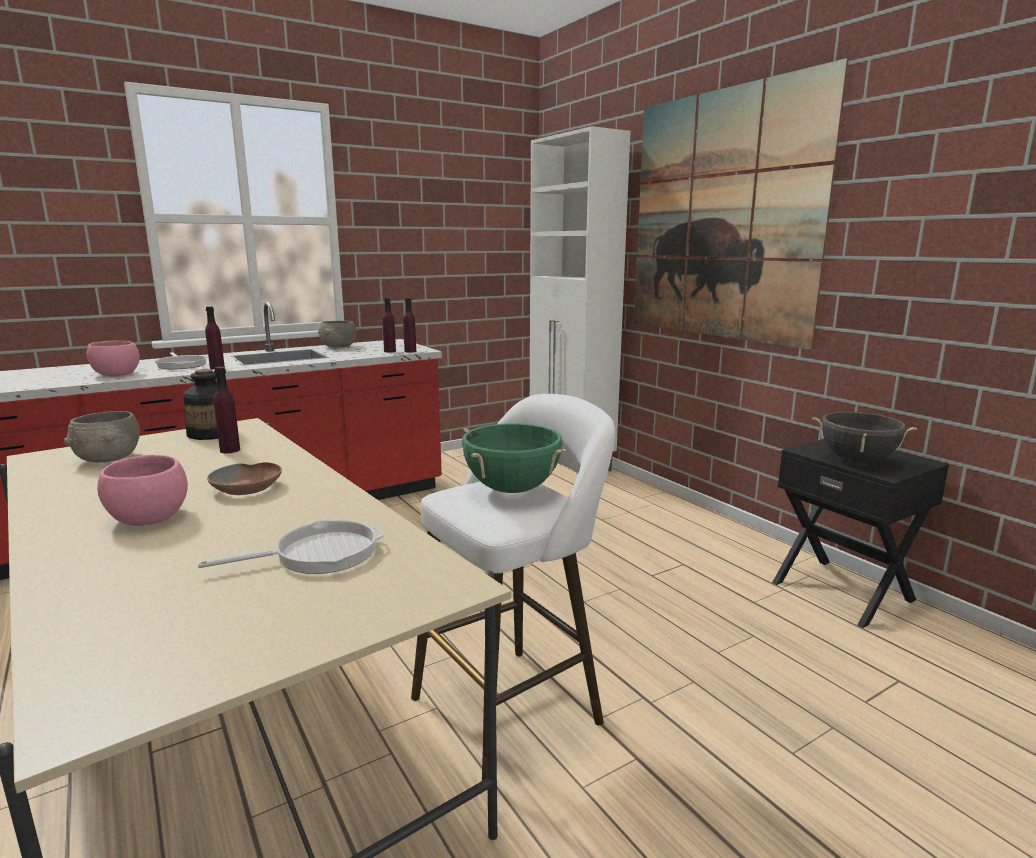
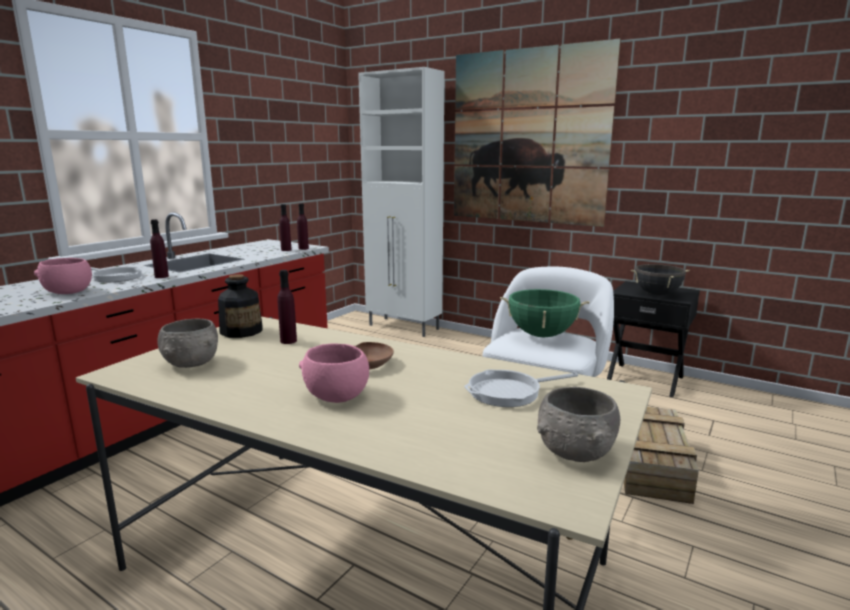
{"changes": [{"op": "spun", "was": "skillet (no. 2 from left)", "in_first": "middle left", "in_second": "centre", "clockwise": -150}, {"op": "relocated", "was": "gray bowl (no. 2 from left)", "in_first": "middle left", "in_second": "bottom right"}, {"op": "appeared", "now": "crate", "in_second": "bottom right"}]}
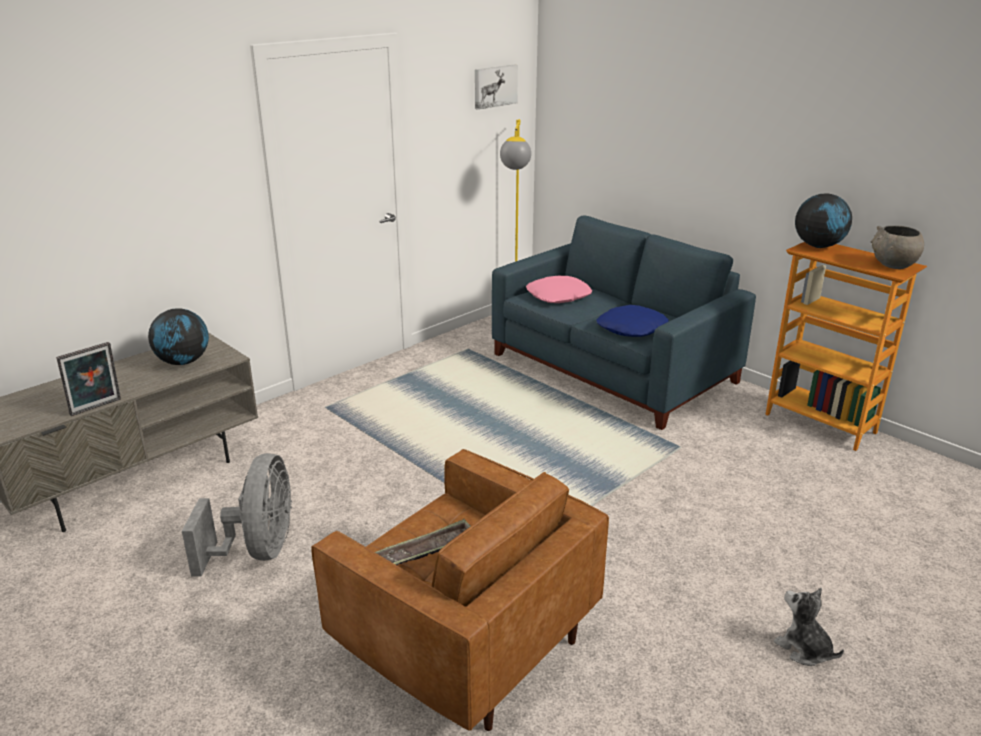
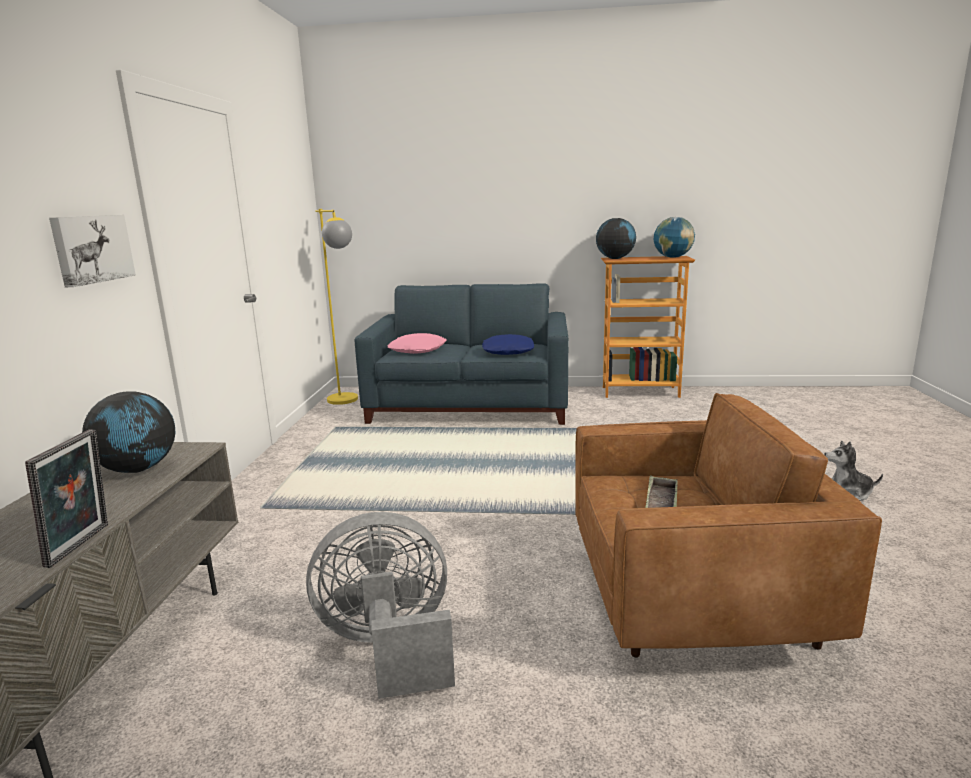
{"changes": [{"op": "spun", "was": "gray fan", "in_first": "bottom left", "in_second": "bottom centre", "clockwise": -60}, {"op": "relocated", "was": "wall picture", "in_first": "top centre", "in_second": "top left"}, {"op": "exchanged", "was": "gray bowl", "now": "globe (no. 3 from left)", "in_first": "middle right", "in_second": "top right"}]}
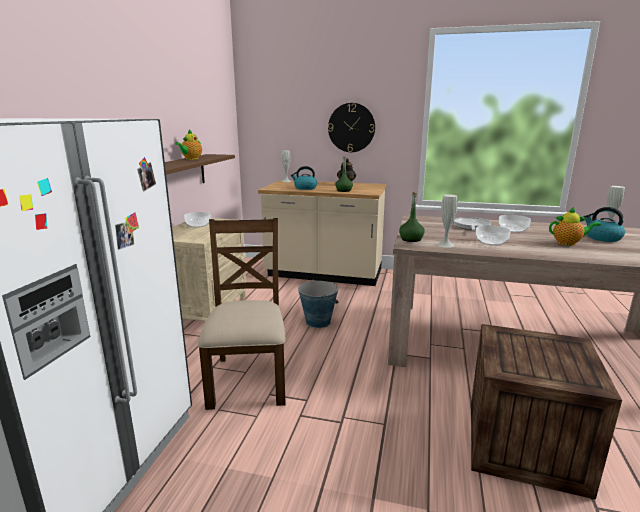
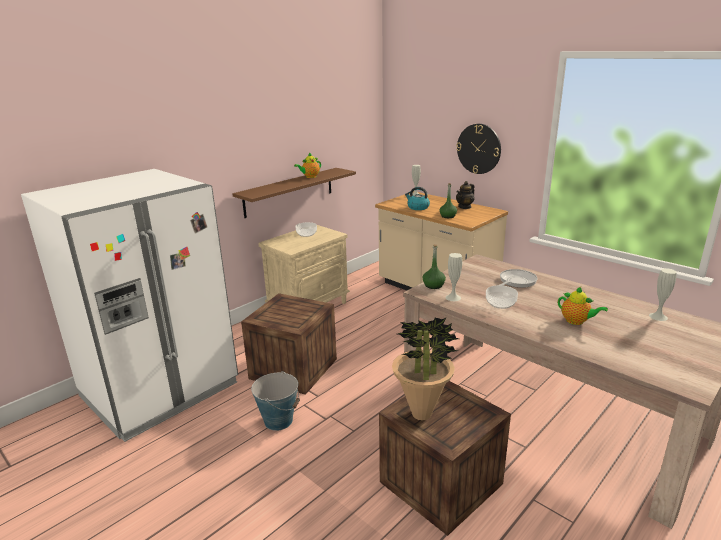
{"changes": [{"op": "exchanged", "was": "brownish upright chair", "now": "crate (no. 1 from left)", "in_first": "centre", "in_second": "centre"}, {"op": "relocated", "was": "water bucket", "in_first": "centre", "in_second": "bottom centre"}, {"op": "missing", "was": "bowl (no. 3 from left)", "in_first": "middle right"}, {"op": "missing", "was": "tea kettle (no. 2 from left)", "in_first": "middle right"}, {"op": "appeared", "now": "plant in a pot", "in_second": "bottom centre"}]}
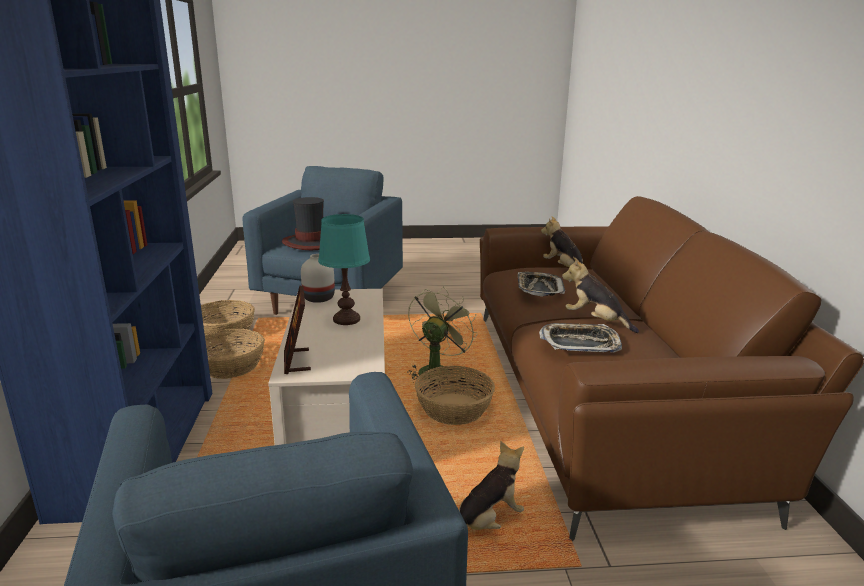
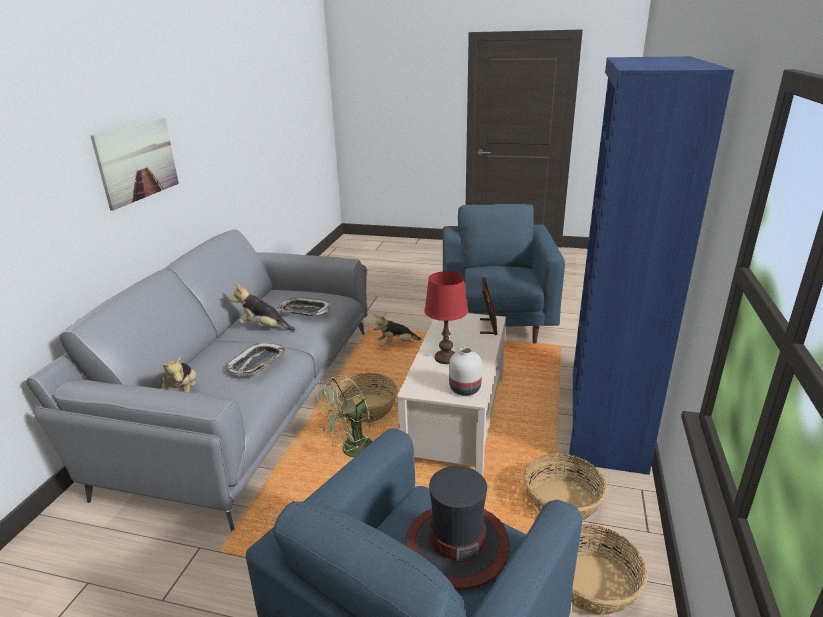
{"changes": [{"op": "colour", "was": "turquoise-coloured tabletop lamp", "now": "red tabletop lamp", "in_first": "centre", "in_second": "centre"}, {"op": "colour", "was": "brownish couch", "now": "gray couch", "in_first": "middle right", "in_second": "middle left"}, {"op": "spun", "was": "soft toy (no. 3 from left in the first image)", "in_first": "middle right", "in_second": "middle left", "clockwise": 135}, {"op": "appeared", "now": "wall picture", "in_second": "top left"}]}
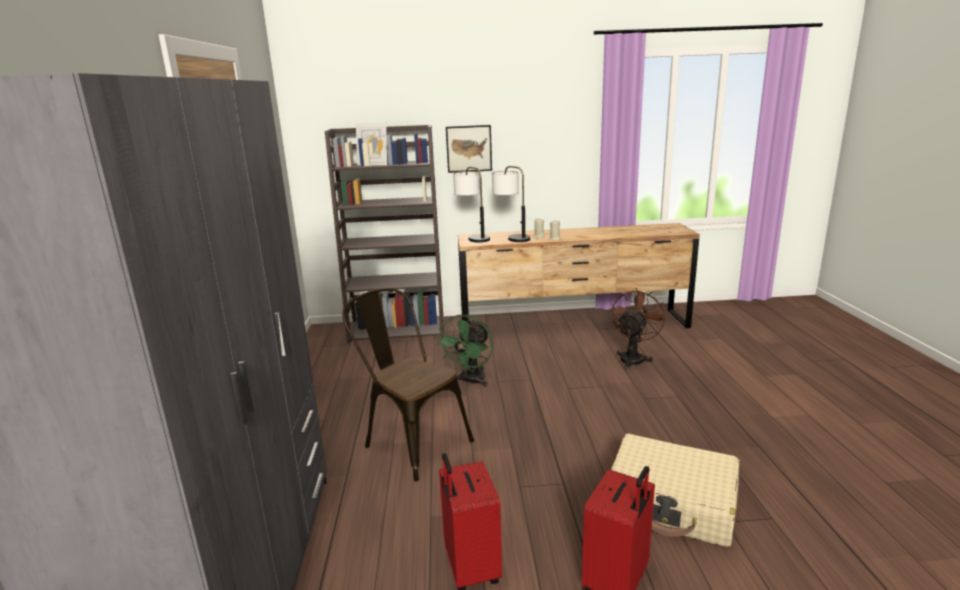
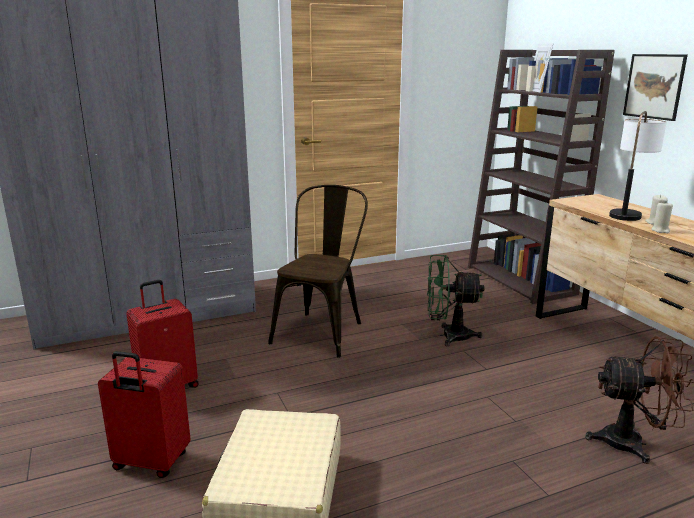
{"changes": [{"op": "missing", "was": "tabletop lamp (no. 1 from left)", "in_first": "centre"}]}
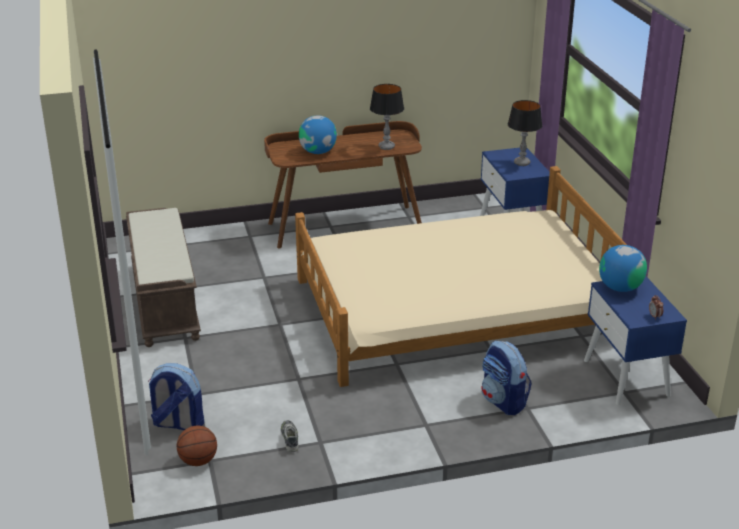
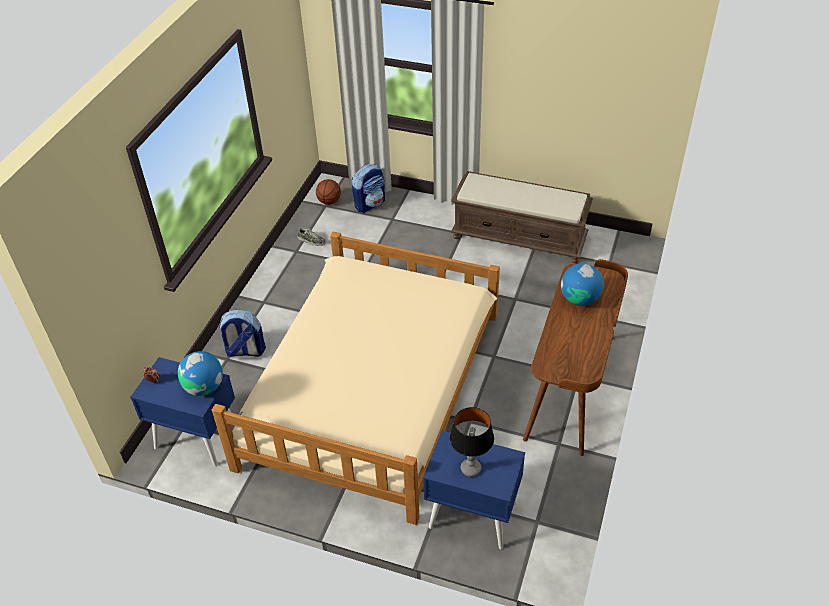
{"changes": [{"op": "missing", "was": "tabletop lamp (no. 1 from left)", "in_first": "top centre"}]}
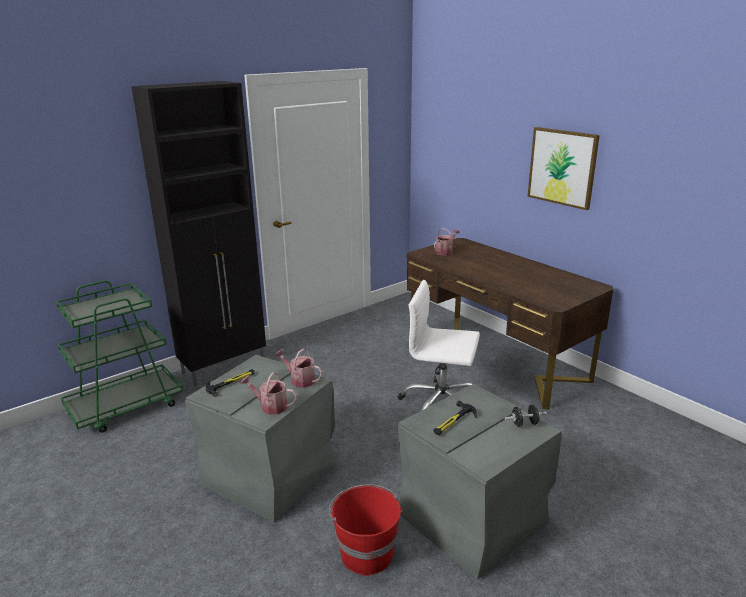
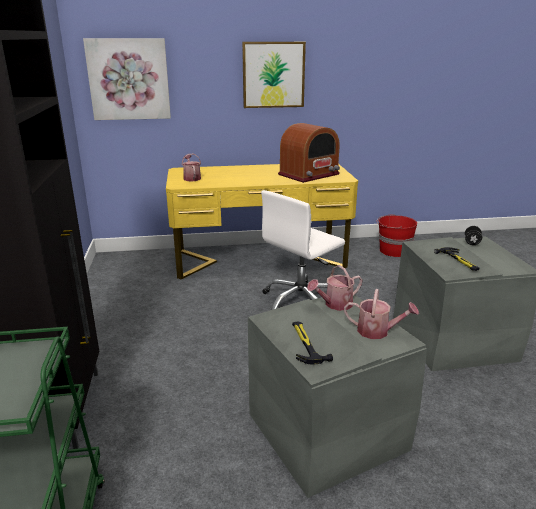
{"changes": [{"op": "spun", "was": "watering pot (no. 1 from left in the first image)", "in_first": "centre", "in_second": "middle right", "clockwise": -120}, {"op": "relocated", "was": "red water bucket", "in_first": "bottom centre", "in_second": "middle right"}, {"op": "colour", "was": "brownish desk table", "now": "yellow desk table", "in_first": "middle right", "in_second": "centre"}, {"op": "appeared", "now": "wall picture (no. 1 from left)", "in_second": "top left"}, {"op": "appeared", "now": "radio", "in_second": "top centre"}]}
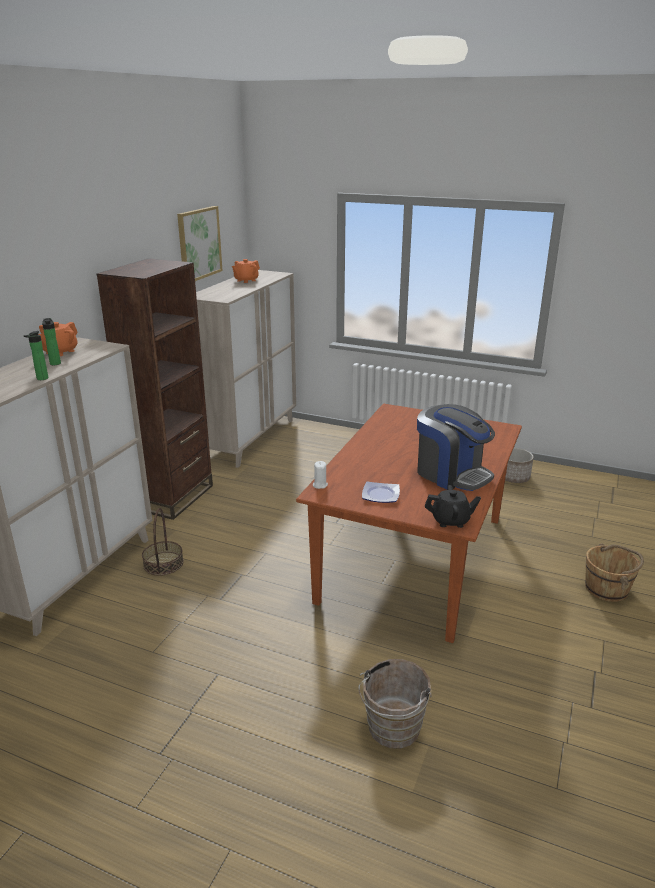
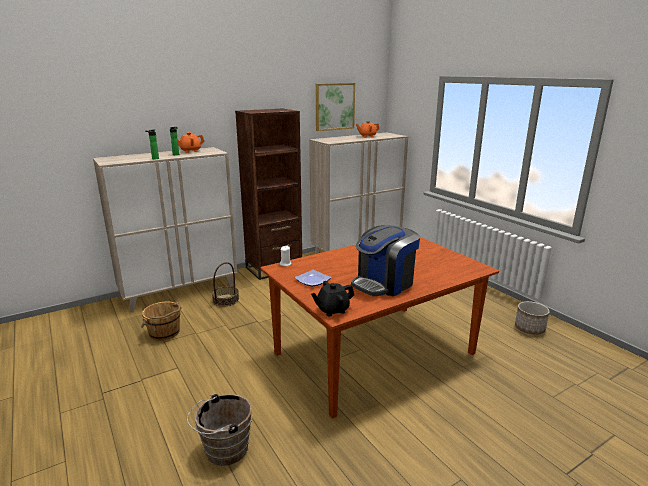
{"changes": [{"op": "spun", "was": "coffee machine", "in_first": "middle right", "in_second": "centre", "clockwise": 60}, {"op": "spun", "was": "black tea pot", "in_first": "middle right", "in_second": "centre", "clockwise": 120}, {"op": "relocated", "was": "brownish water bucket (no. 2 from left in the first image)", "now": "brownish water bucket (no. 1 from left)", "in_first": "middle right", "in_second": "middle left"}]}
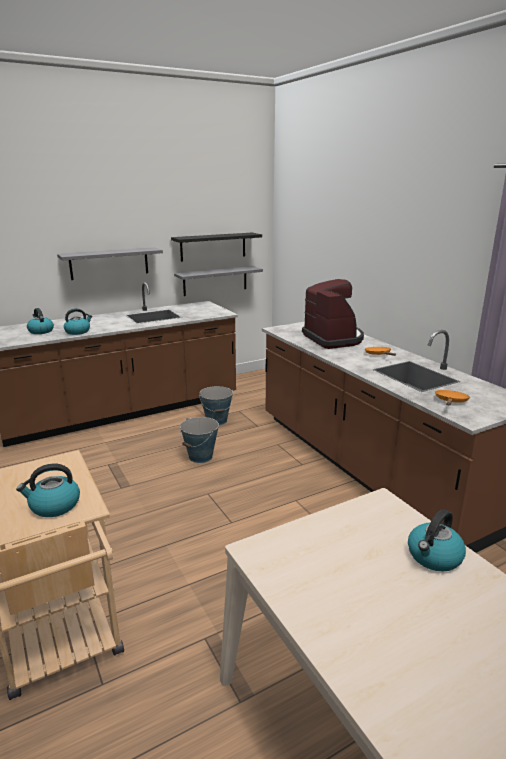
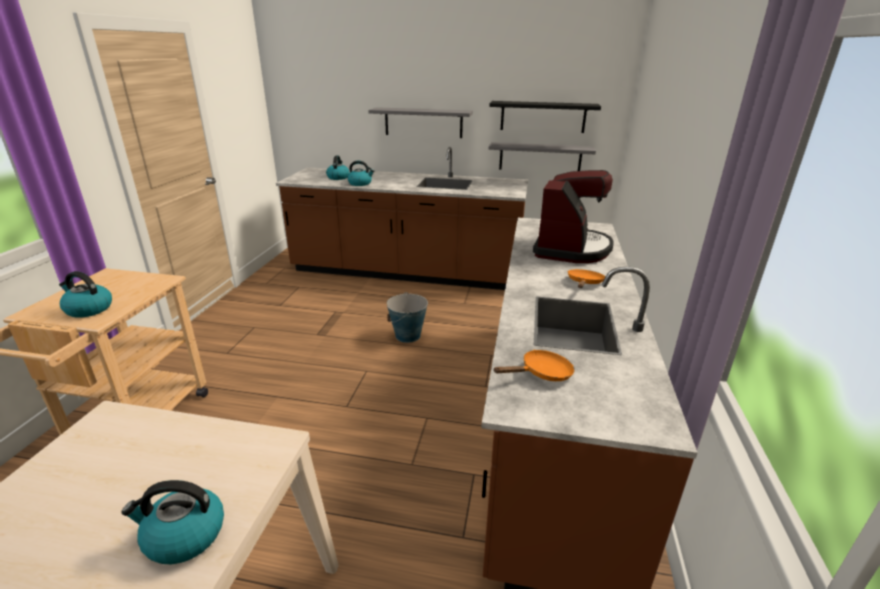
{"changes": [{"op": "missing", "was": "water bucket (no. 2 from left)", "in_first": "centre"}]}
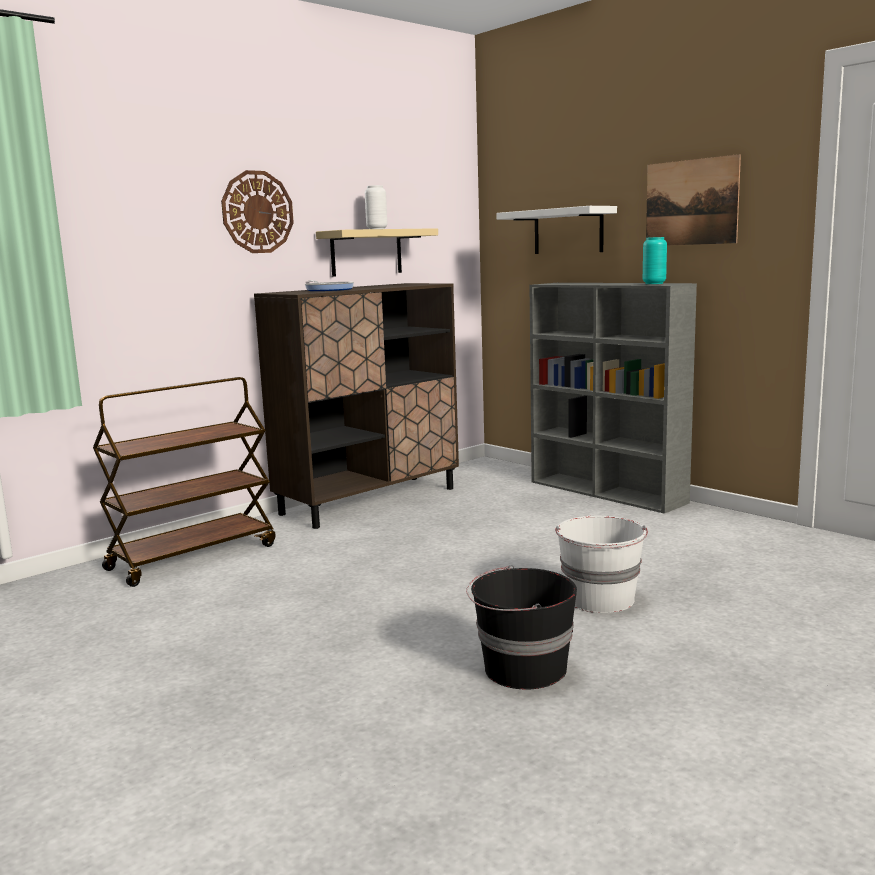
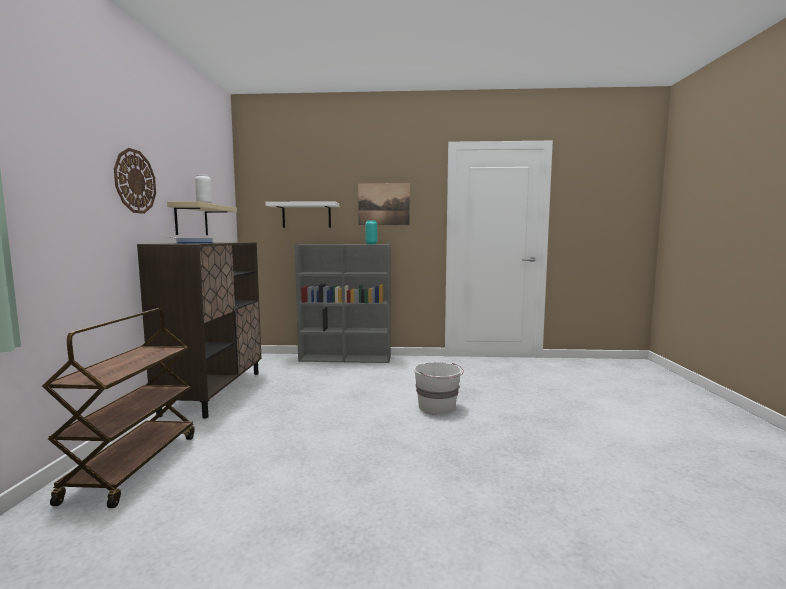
{"changes": [{"op": "missing", "was": "black water bucket", "in_first": "bottom centre"}]}
